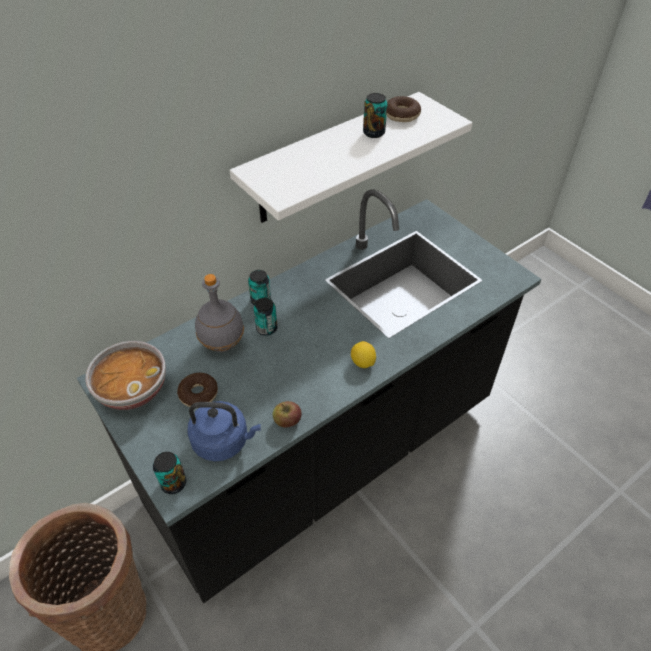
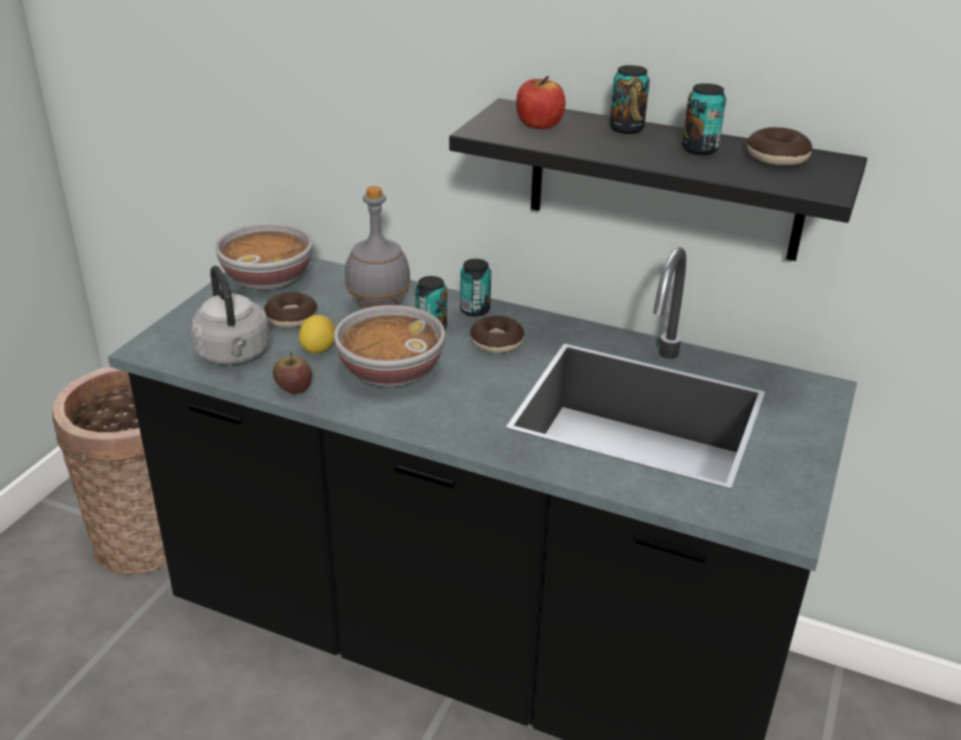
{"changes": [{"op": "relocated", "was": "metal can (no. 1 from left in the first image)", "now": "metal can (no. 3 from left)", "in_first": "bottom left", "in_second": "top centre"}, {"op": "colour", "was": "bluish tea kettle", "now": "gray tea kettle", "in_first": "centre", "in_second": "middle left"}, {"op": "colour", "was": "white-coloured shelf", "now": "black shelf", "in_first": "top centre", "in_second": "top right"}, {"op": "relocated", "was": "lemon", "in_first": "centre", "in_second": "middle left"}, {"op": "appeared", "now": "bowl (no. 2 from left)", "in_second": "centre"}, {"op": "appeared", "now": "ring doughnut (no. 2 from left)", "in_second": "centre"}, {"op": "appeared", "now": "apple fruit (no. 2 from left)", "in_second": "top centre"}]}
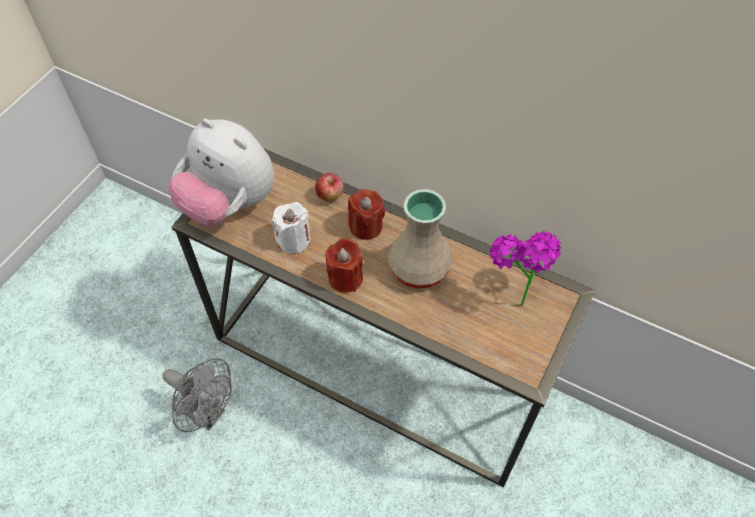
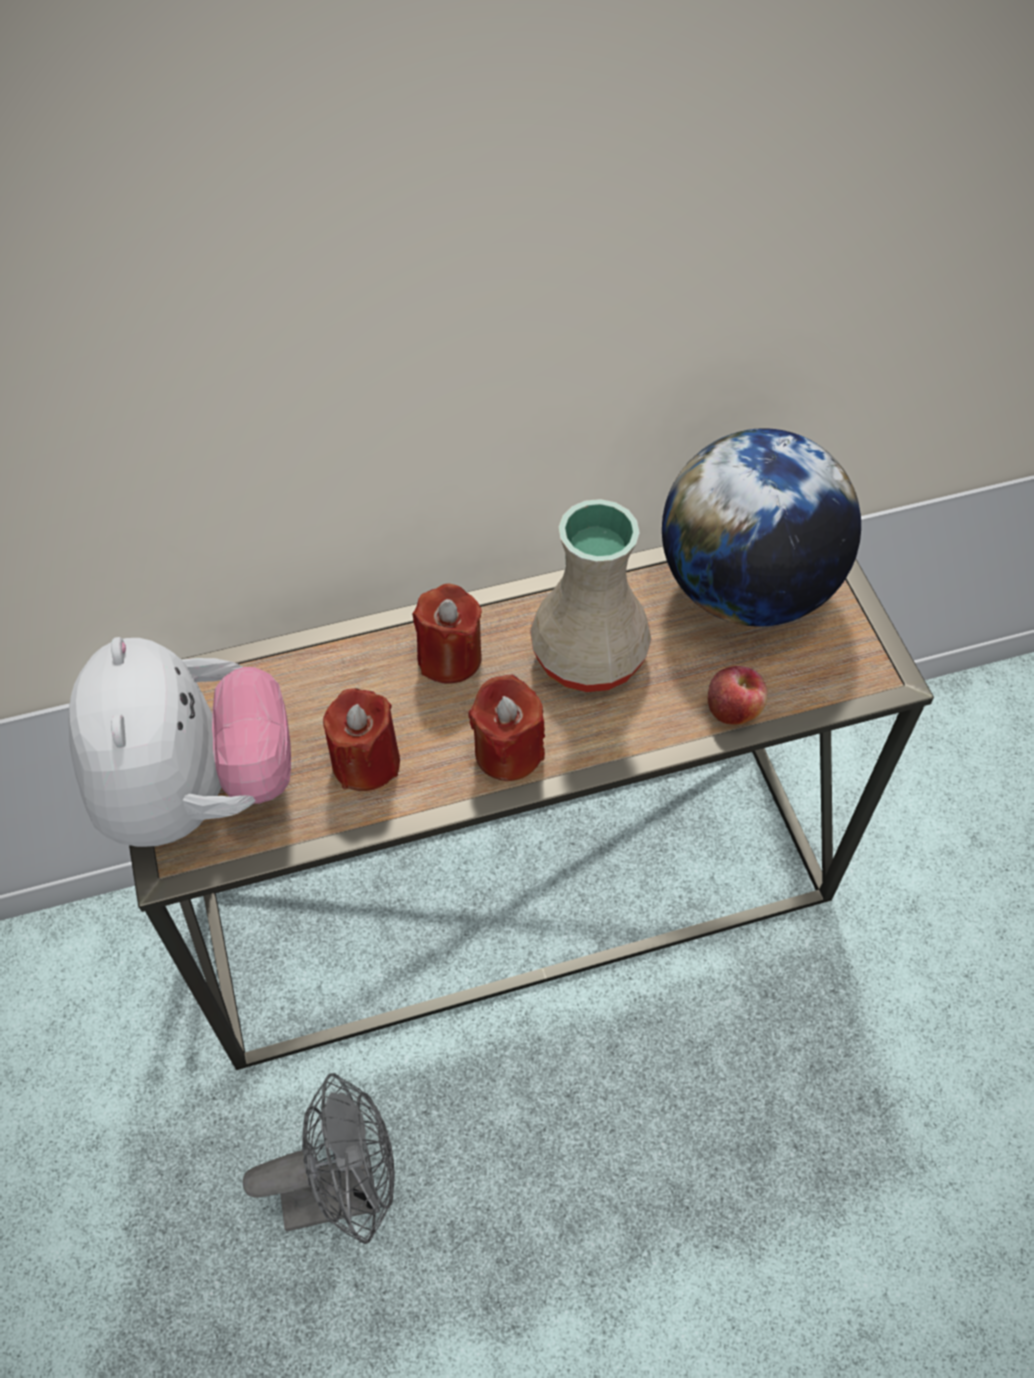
{"changes": [{"op": "spun", "was": "soft toy", "in_first": "top left", "in_second": "middle left", "clockwise": -90}, {"op": "colour", "was": "white-coloured wax candle", "now": "red wax candle (no. 1 from left)", "in_first": "centre", "in_second": "centre"}, {"op": "relocated", "was": "apple fruit", "in_first": "centre", "in_second": "middle right"}, {"op": "exchanged", "was": "plant in a pot", "now": "globe", "in_first": "middle right", "in_second": "middle right"}]}
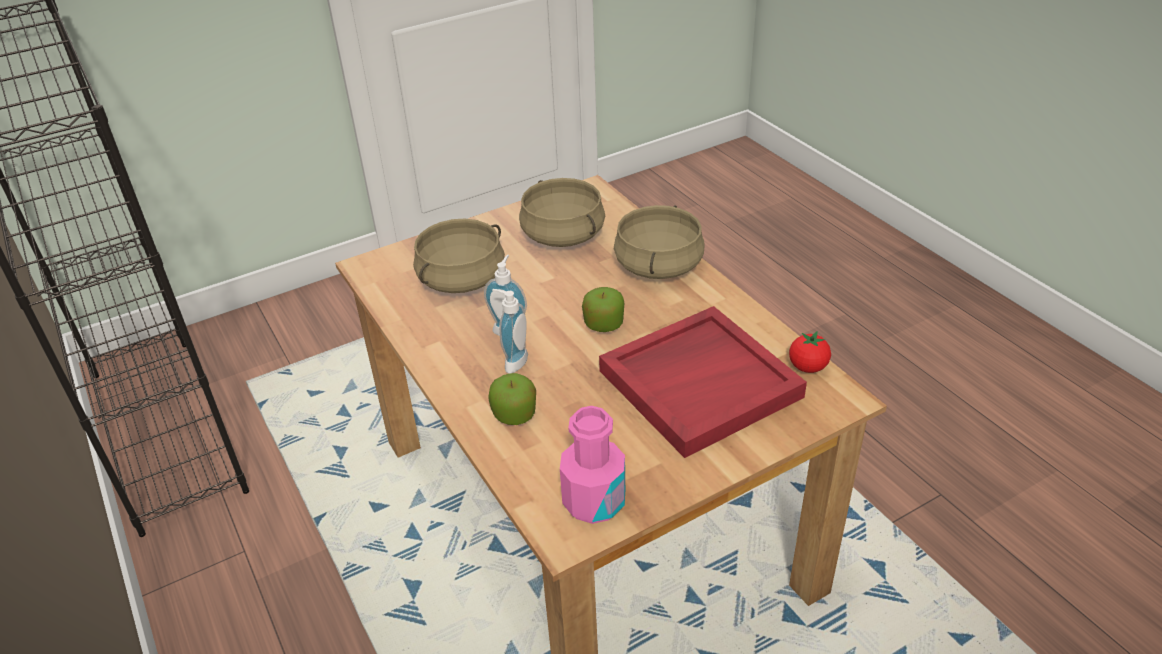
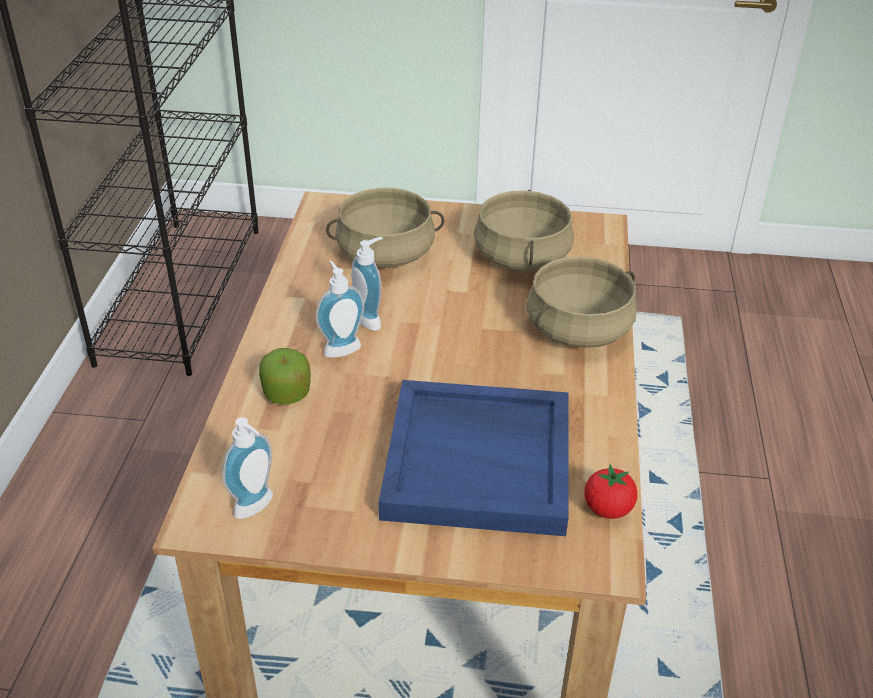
{"changes": [{"op": "exchanged", "was": "pink bottle", "now": "soap dispenser (no. 1 from left)", "in_first": "bottom centre", "in_second": "bottom left"}, {"op": "missing", "was": "apple fruit (no. 2 from left)", "in_first": "centre"}, {"op": "colour", "was": "red tray", "now": "bluish tray", "in_first": "centre", "in_second": "centre"}]}
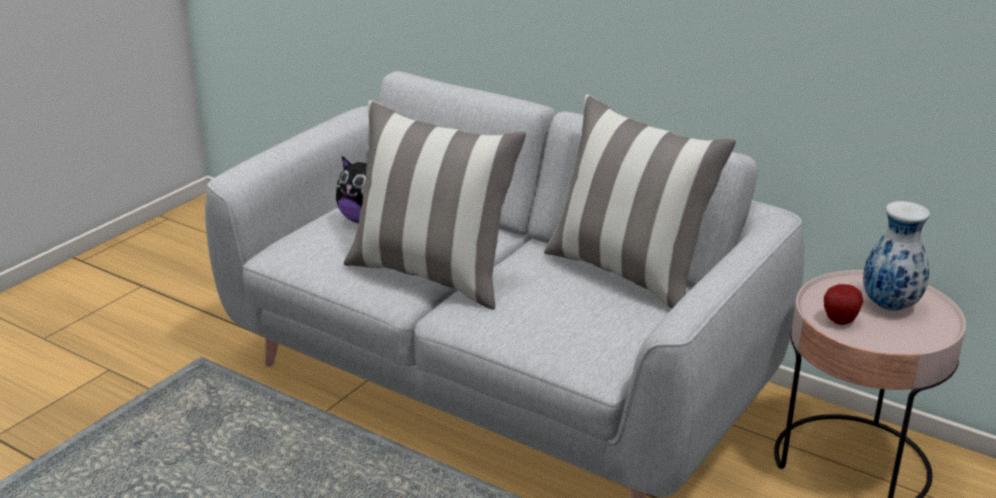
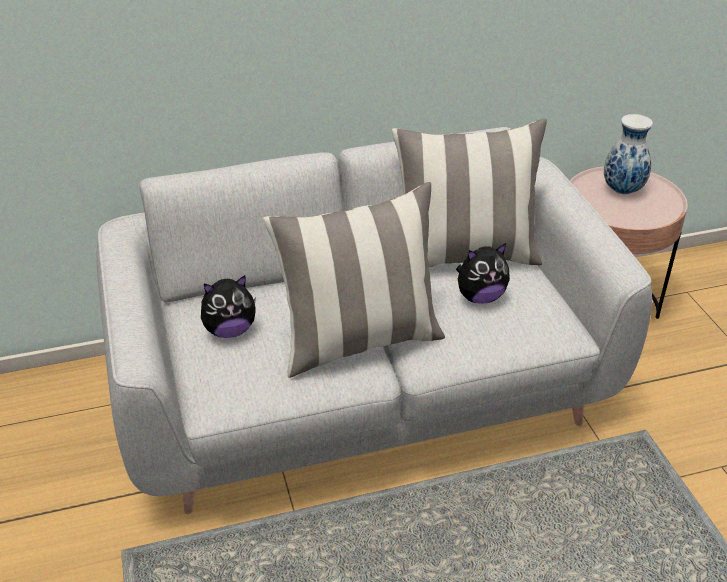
{"changes": [{"op": "missing", "was": "apple fruit", "in_first": "middle right"}, {"op": "appeared", "now": "soft toy (no. 2 from left)", "in_second": "centre"}]}
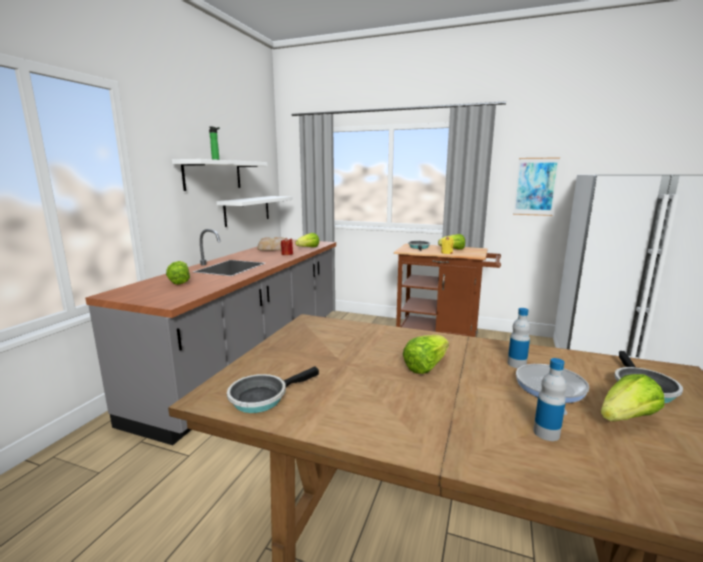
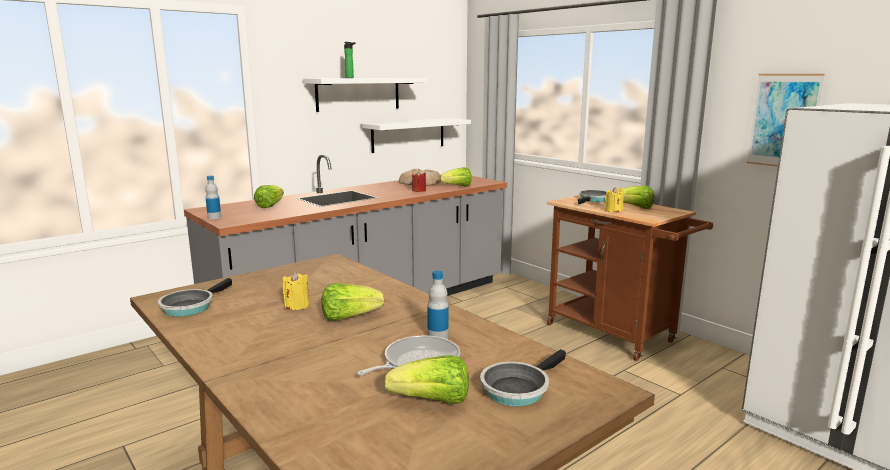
{"changes": [{"op": "spun", "was": "skillet (no. 1 from left)", "in_first": "bottom centre", "in_second": "middle left", "clockwise": -60}, {"op": "relocated", "was": "bottle (no. 3 from left in the first image)", "now": "bottle (no. 1 from left)", "in_first": "bottom right", "in_second": "middle left"}, {"op": "appeared", "now": "yellow wax candle (no. 1 from left)", "in_second": "middle left"}]}
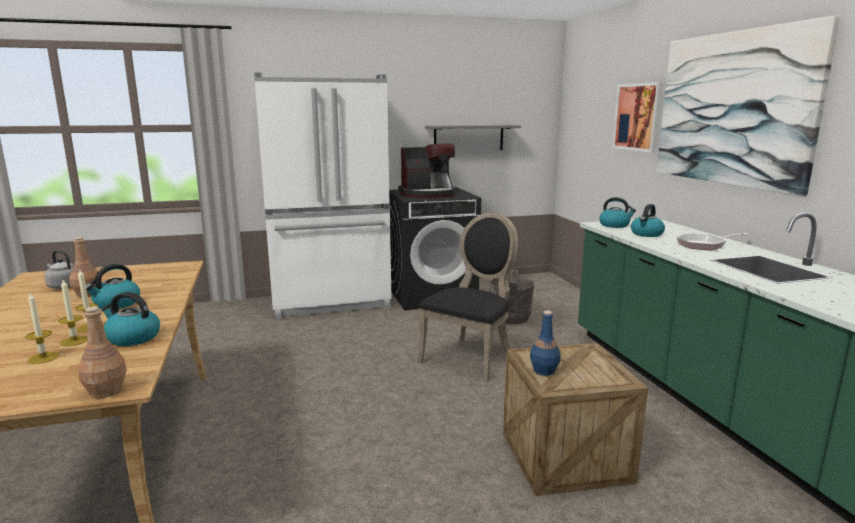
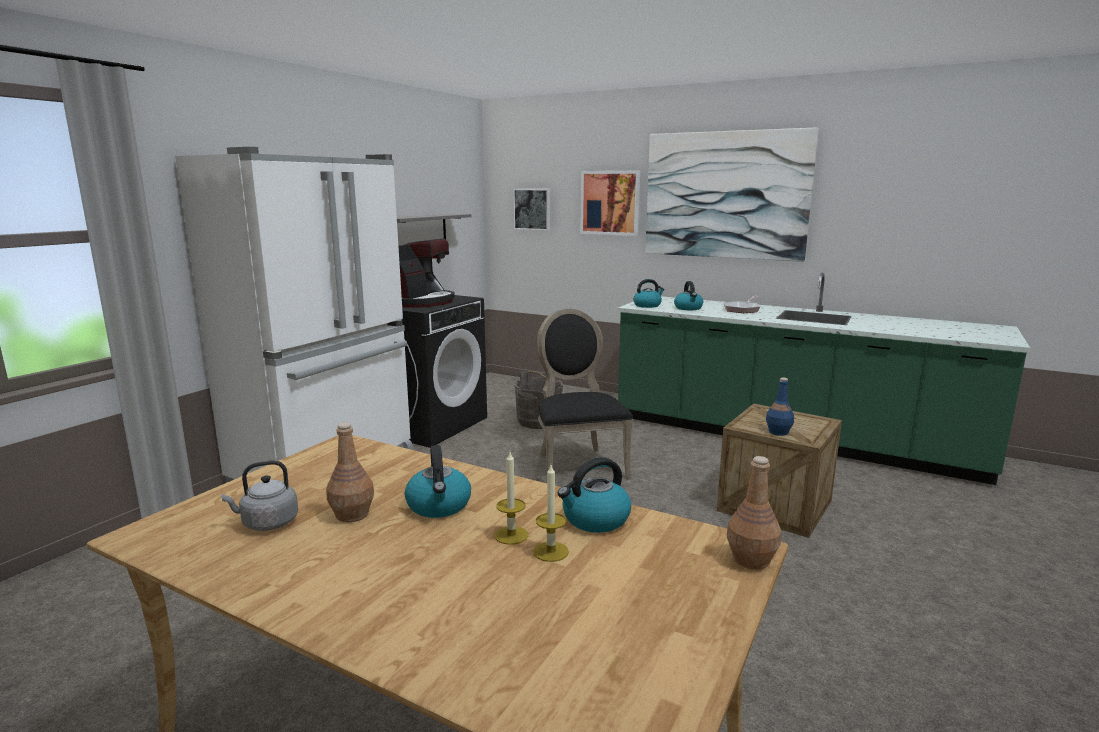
{"changes": [{"op": "missing", "was": "wax candle (no. 1 from left)", "in_first": "middle left"}, {"op": "appeared", "now": "wall picture (no. 1 from left)", "in_second": "top centre"}]}
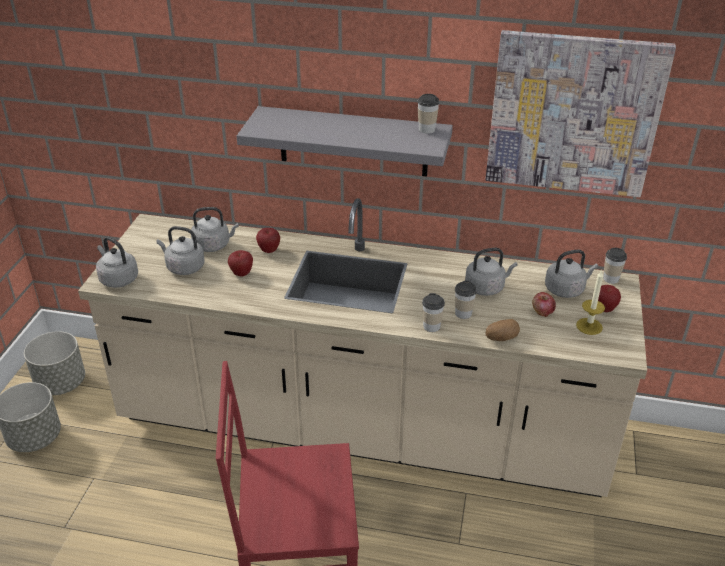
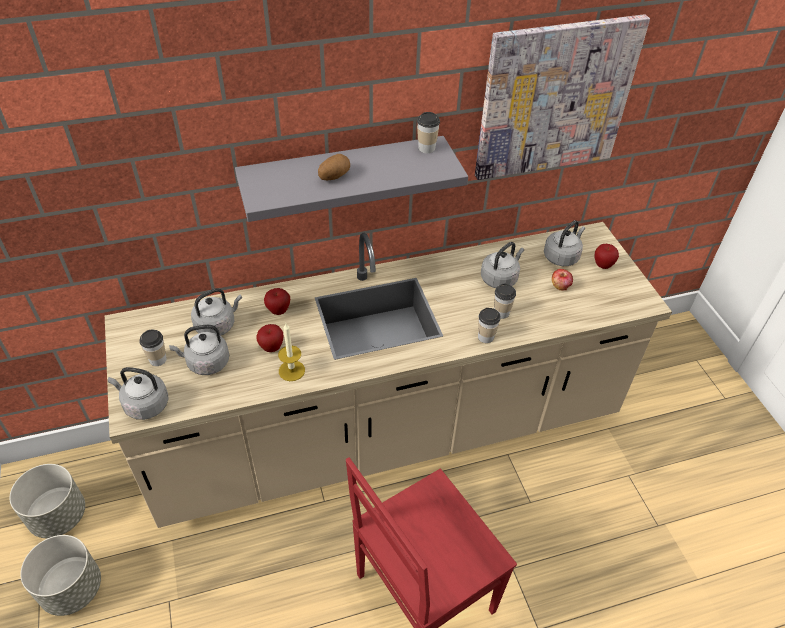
{"changes": [{"op": "relocated", "was": "spud", "in_first": "middle right", "in_second": "top centre"}, {"op": "relocated", "was": "wax candle", "in_first": "middle right", "in_second": "centre"}, {"op": "relocated", "was": "cup (no. 4 from left in the first image)", "now": "cup (no. 1 from left)", "in_first": "middle right", "in_second": "middle left"}]}
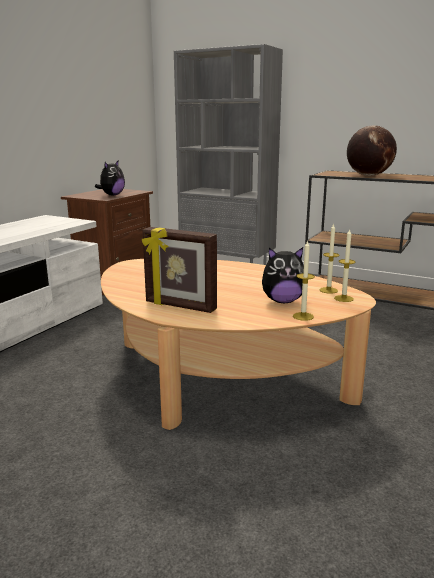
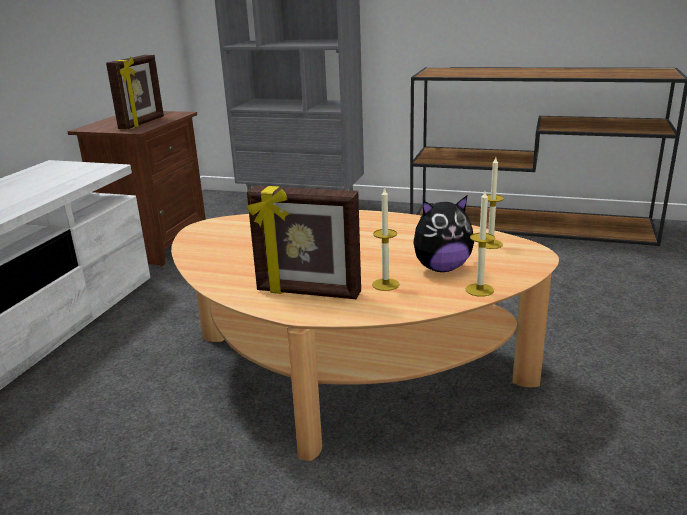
{"changes": [{"op": "exchanged", "was": "soft toy (no. 1 from left)", "now": "photo frame (no. 1 from left)", "in_first": "top left", "in_second": "top left"}, {"op": "relocated", "was": "wax candle (no. 3 from left in the first image)", "now": "wax candle (no. 1 from left)", "in_first": "middle right", "in_second": "centre"}, {"op": "missing", "was": "globe", "in_first": "top right"}]}
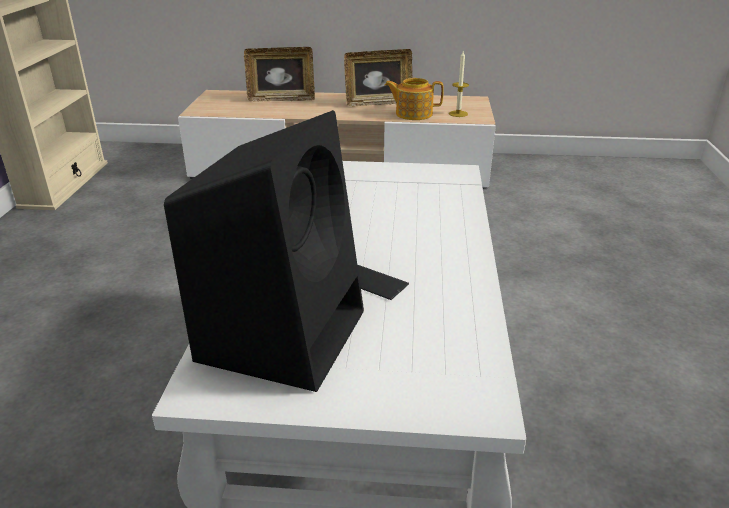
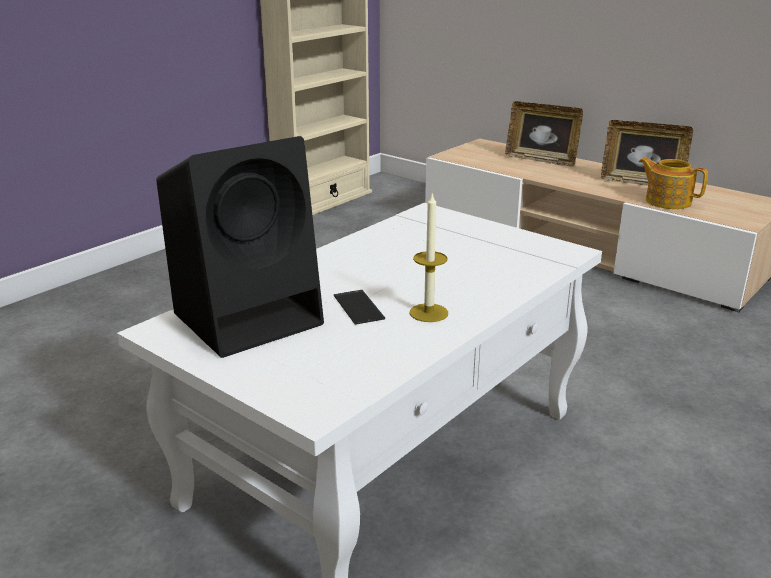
{"changes": [{"op": "relocated", "was": "wax candle", "in_first": "top centre", "in_second": "centre"}]}
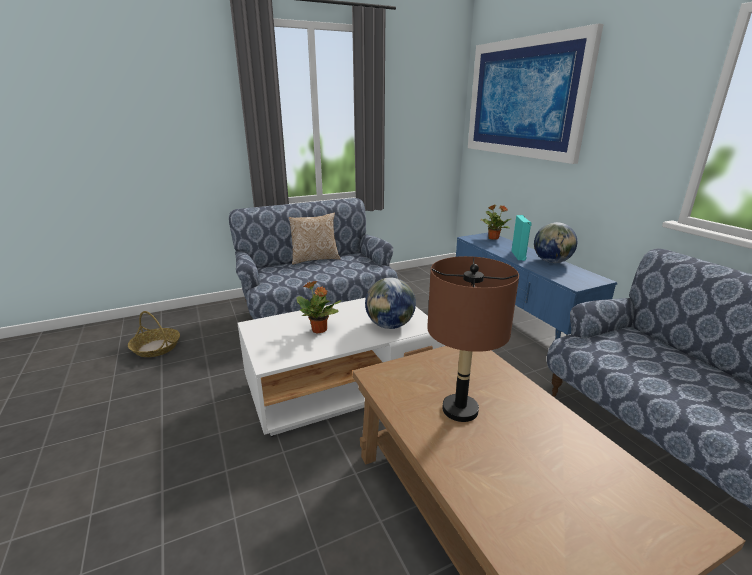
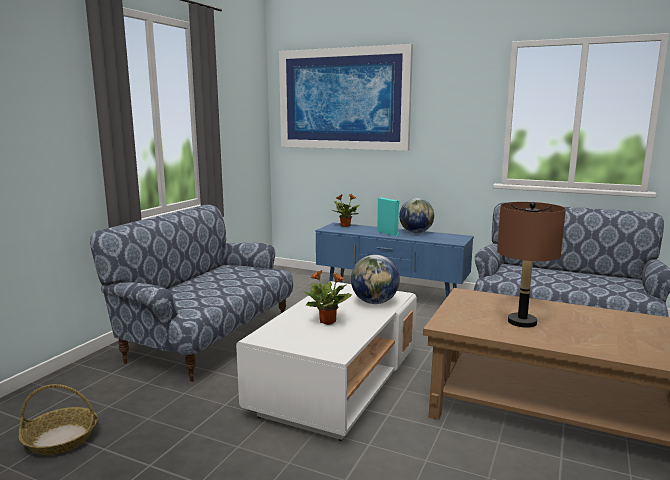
{"changes": [{"op": "missing", "was": "pillow", "in_first": "centre"}]}
